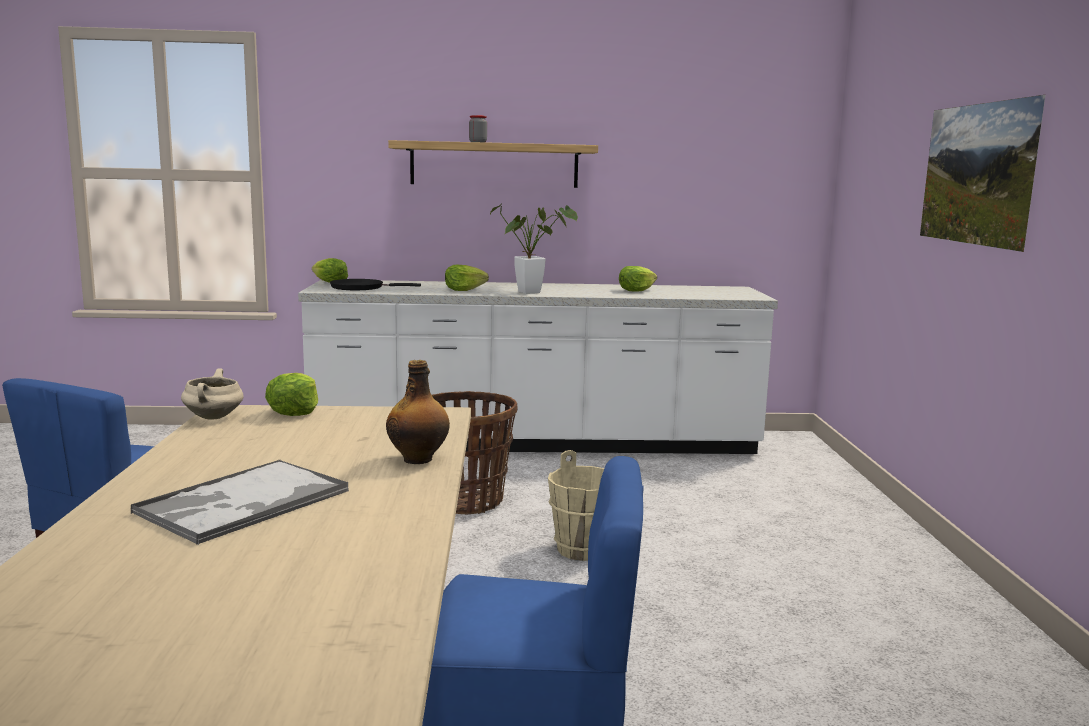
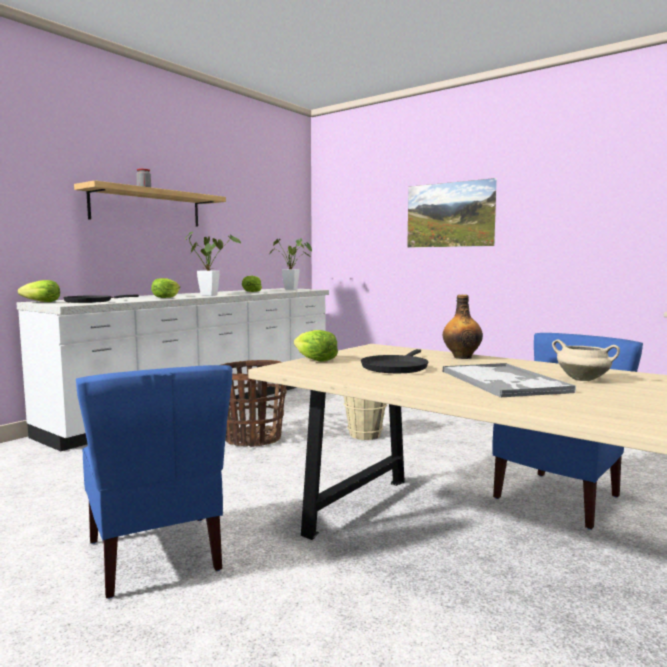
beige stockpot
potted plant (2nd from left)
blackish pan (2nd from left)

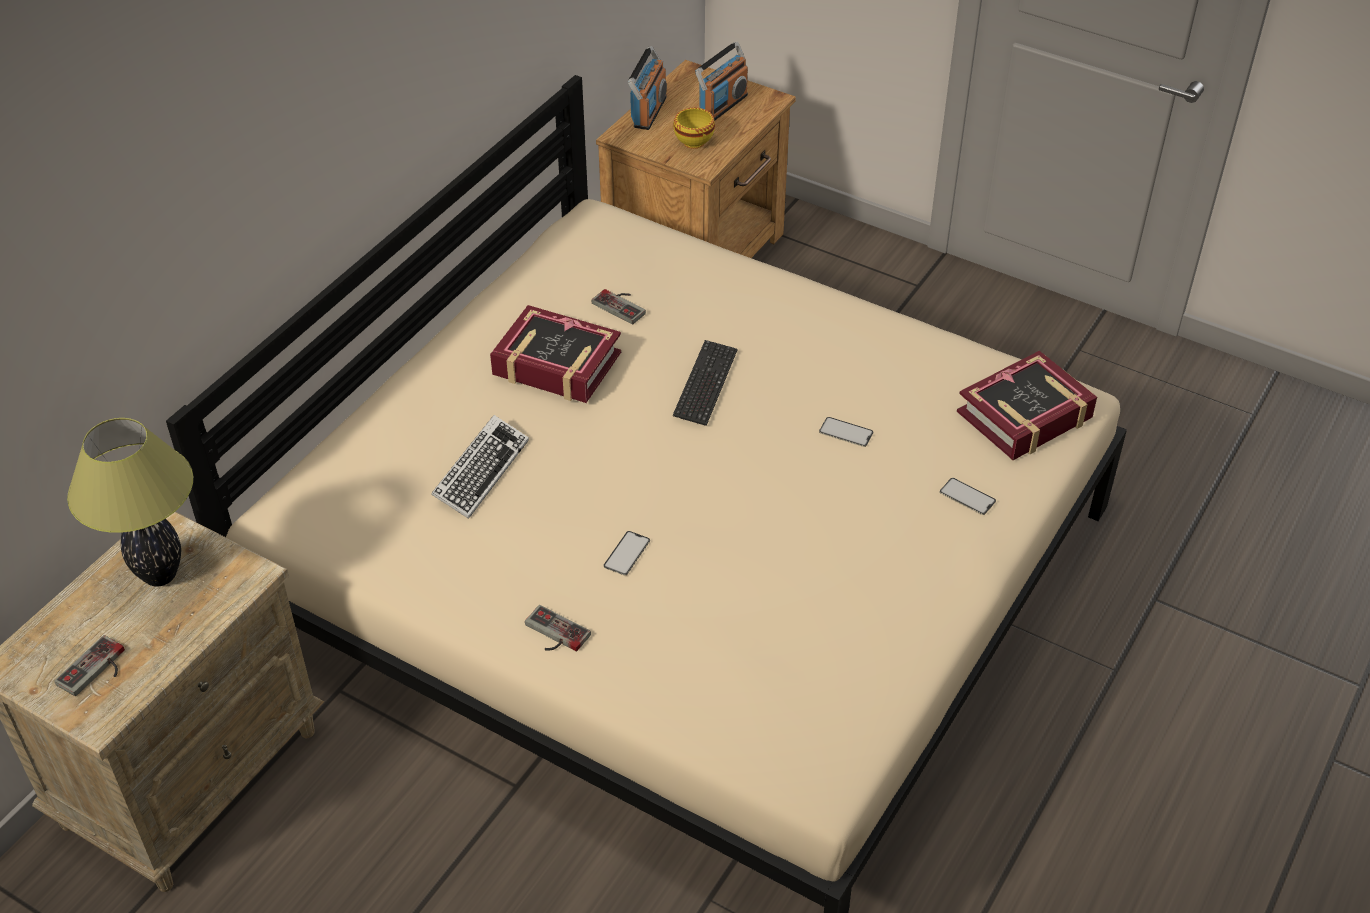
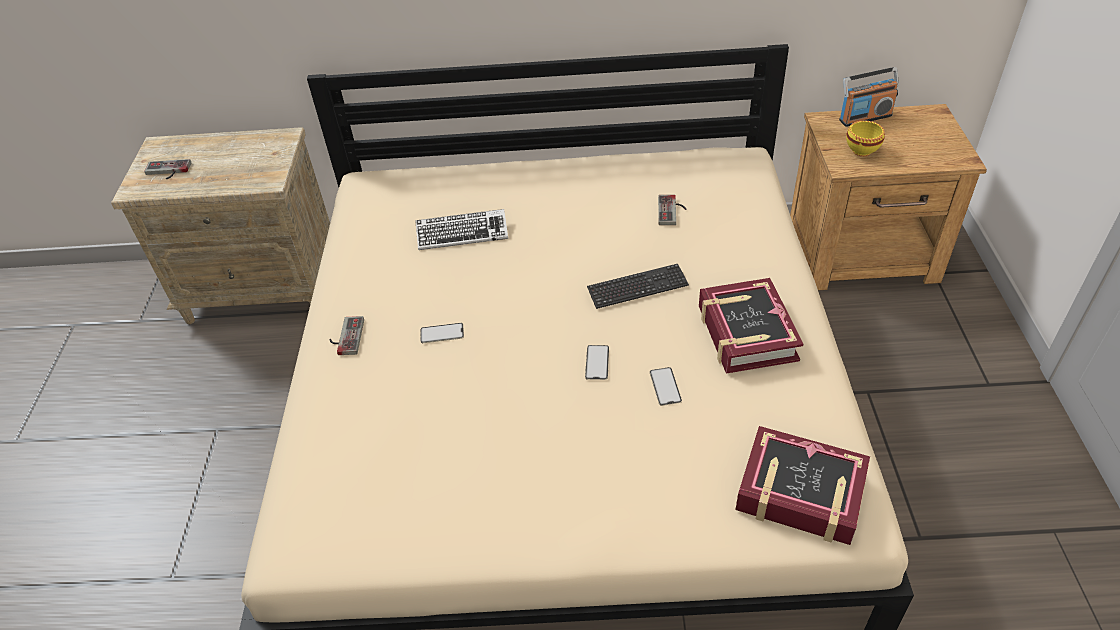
radio (2nd from left in the first image)
bound book (1st from left)
lamp for a table
telephone (2nd from left)

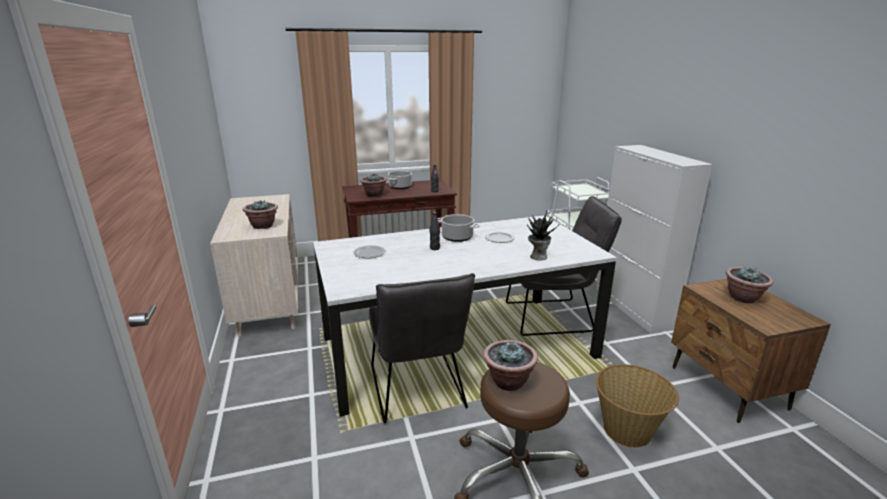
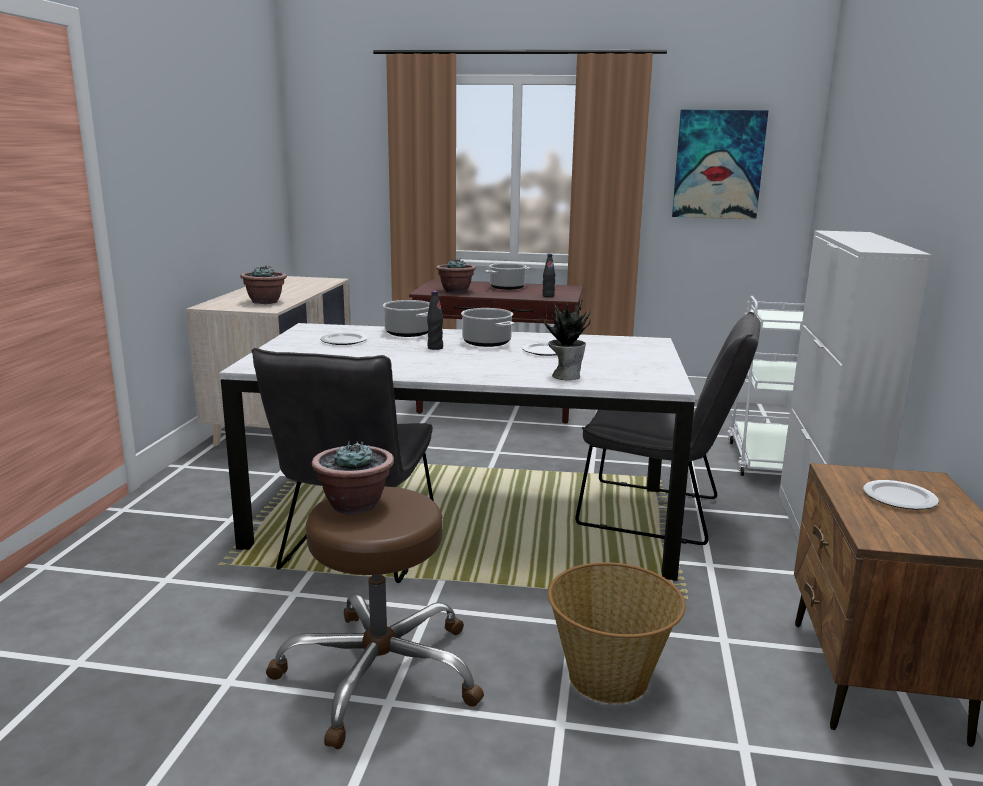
dinner plate (3rd from left)
picture
stockpot (1st from left)

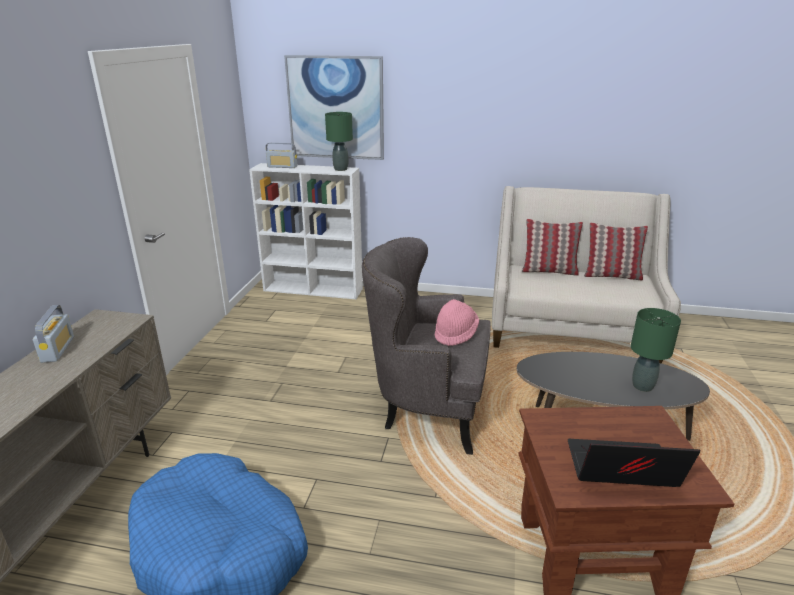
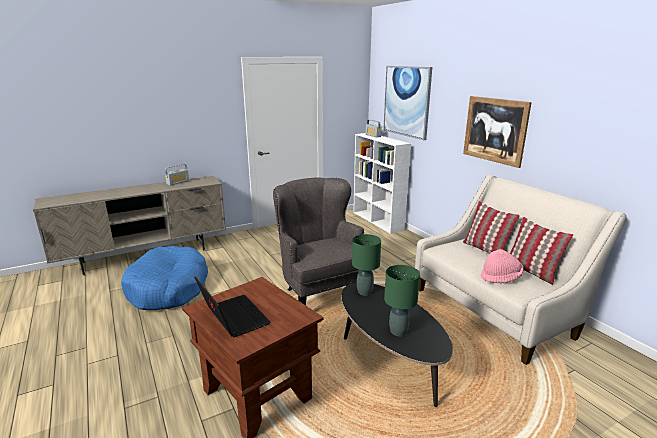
green lamp for a table (1st from left)
pink-coloured clothing hat
picture (2nd from left)

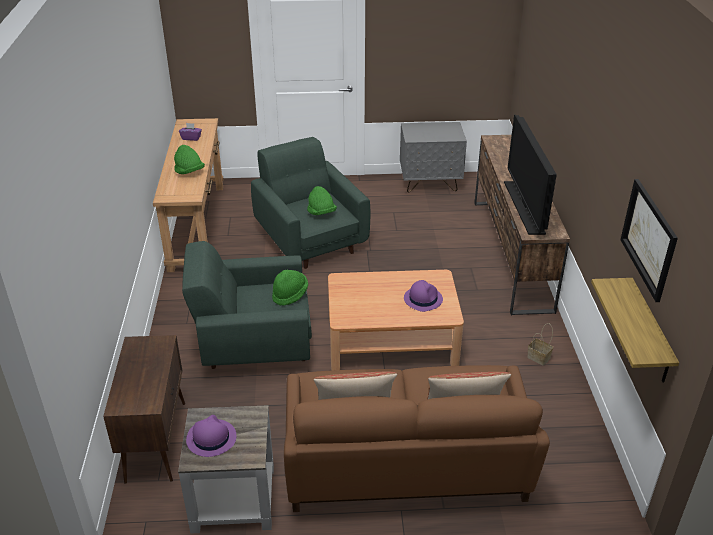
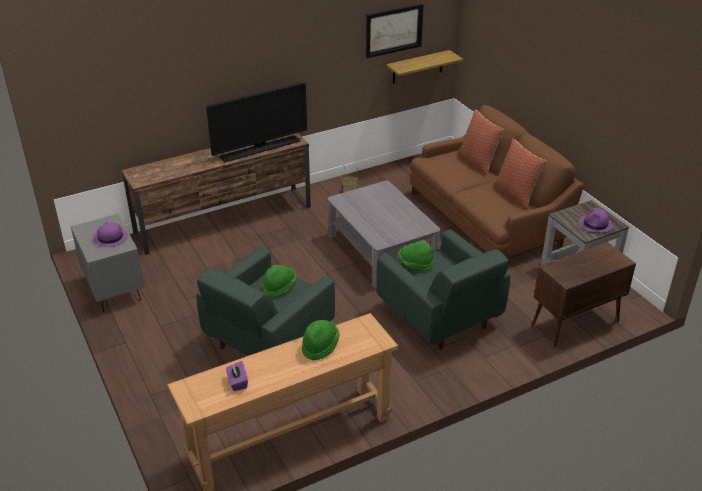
grey lounge table
purple-coloured clothing hat (1st from left)

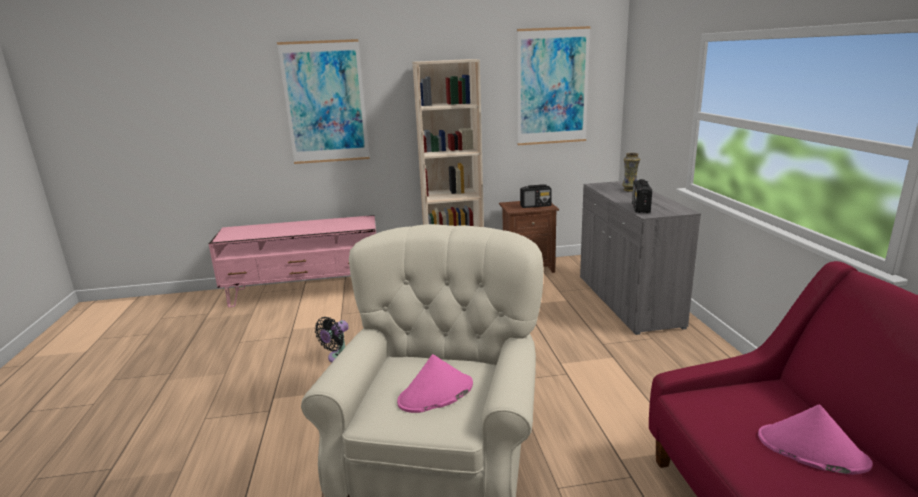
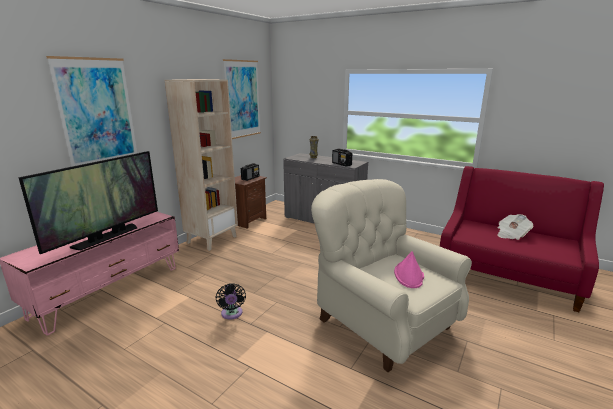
newspaper
TV set

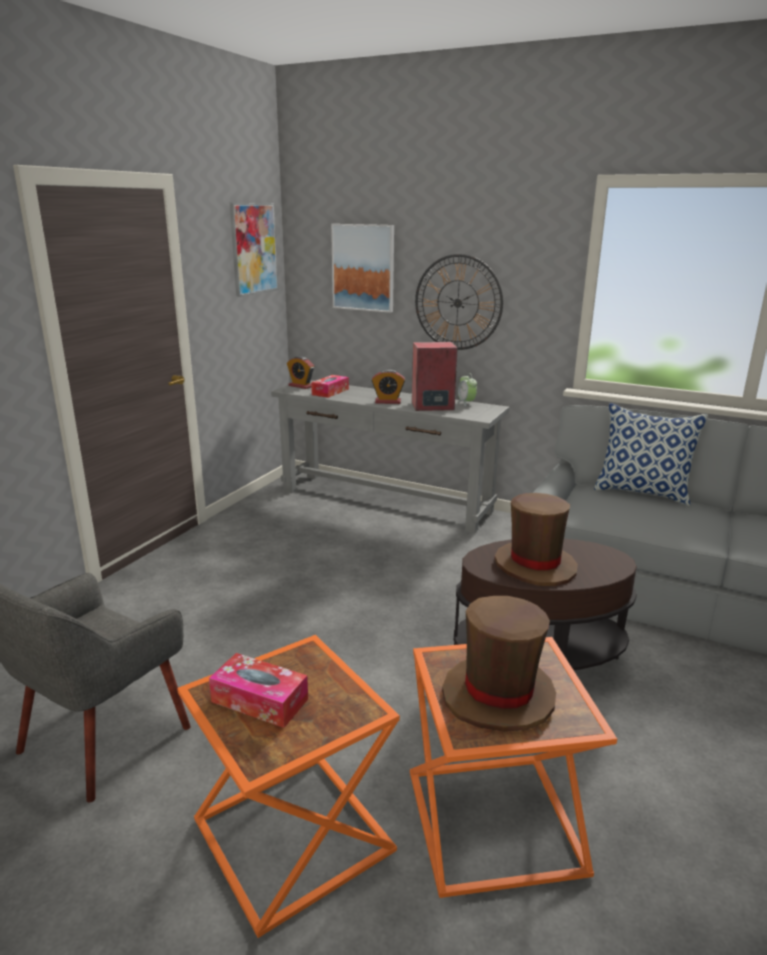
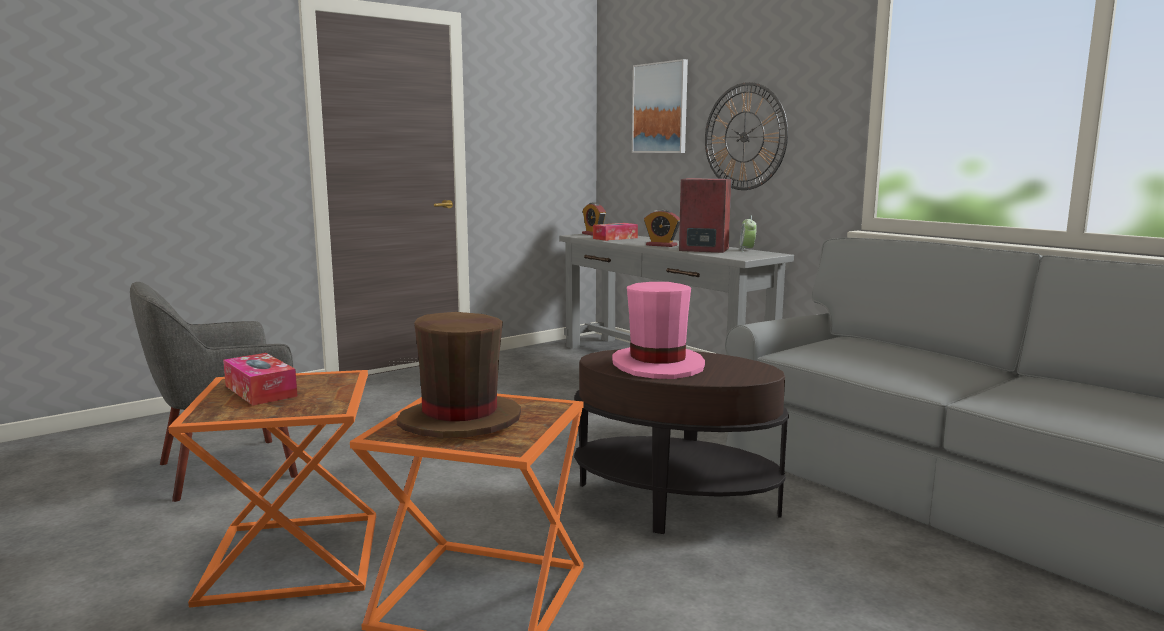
picture (1st from left in the first image)
cushion
pink-coloured clothing hat

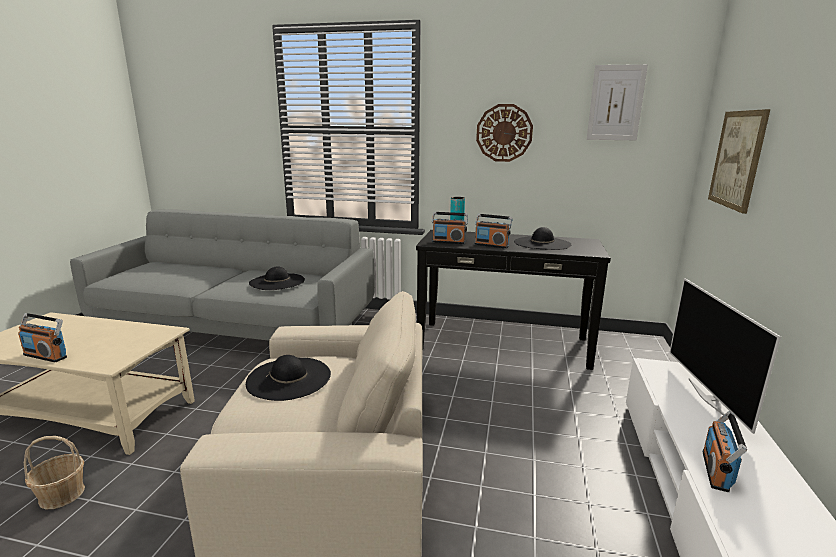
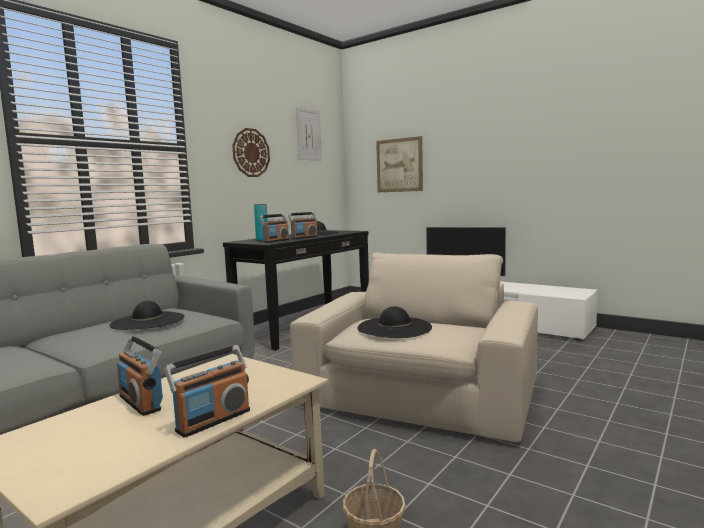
radio (1st from left)

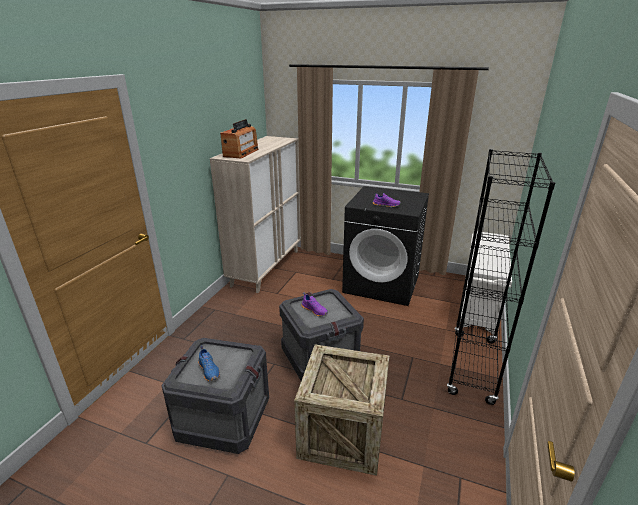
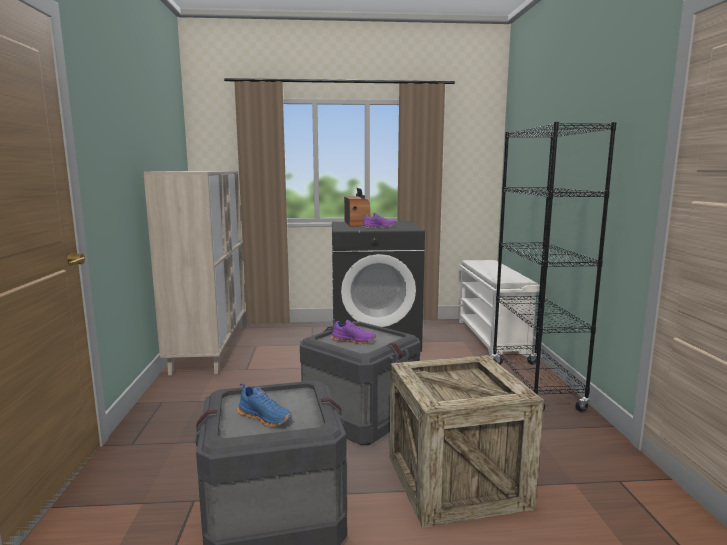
radio

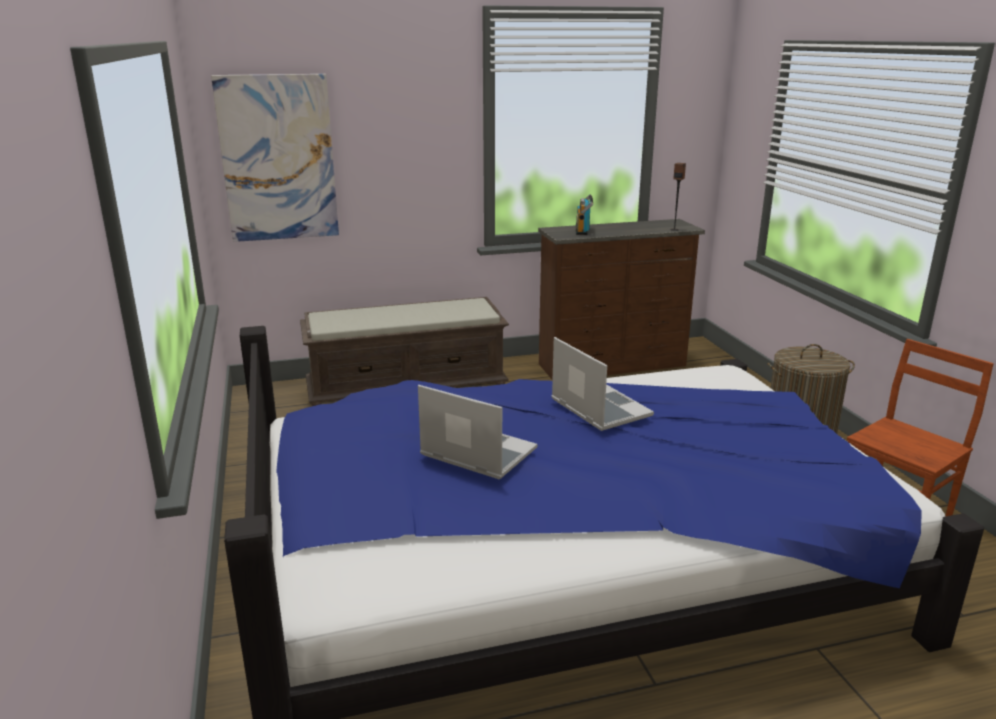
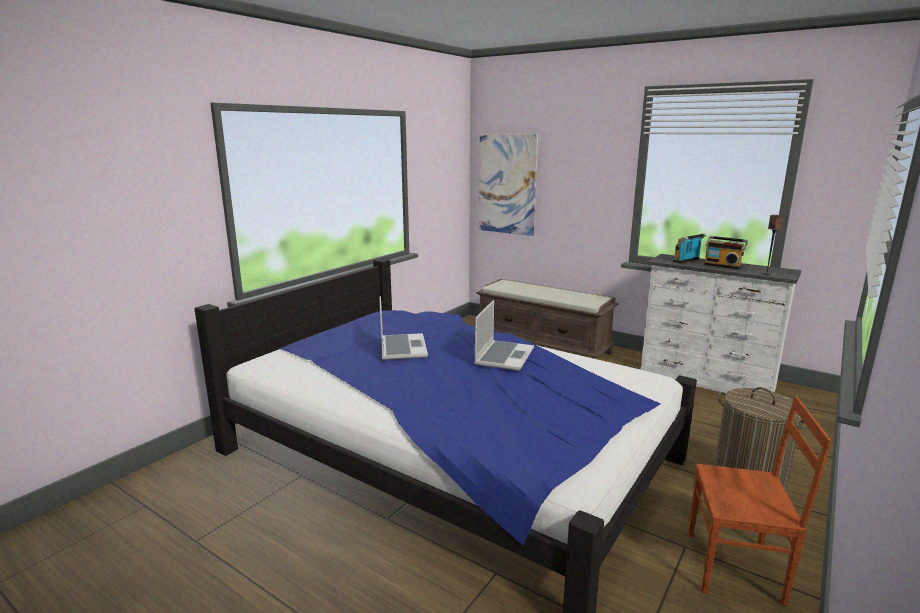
white-coloured chest of drawers
radio (2nd from left)

